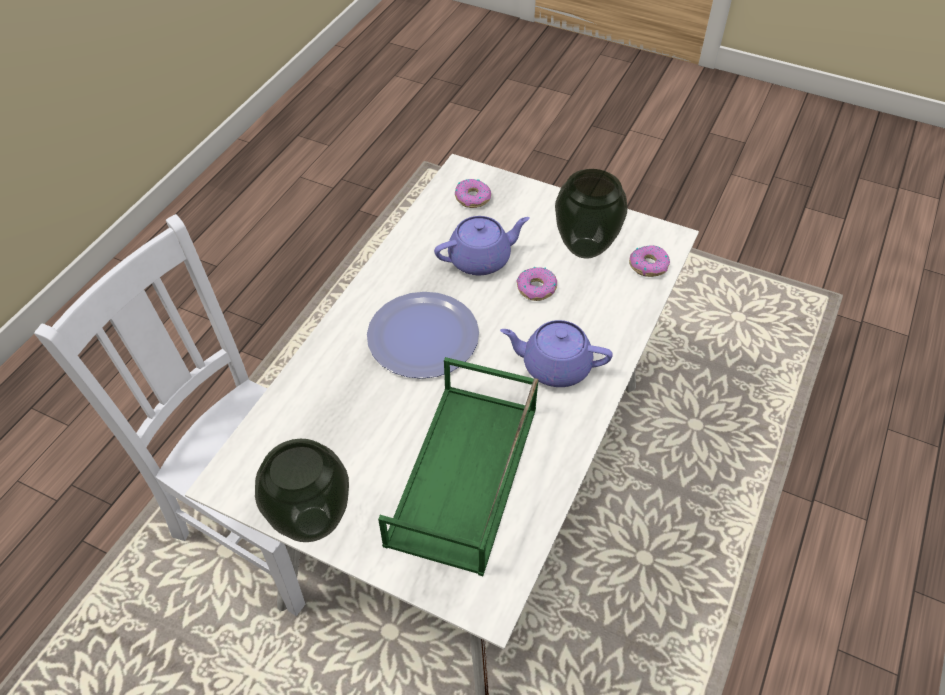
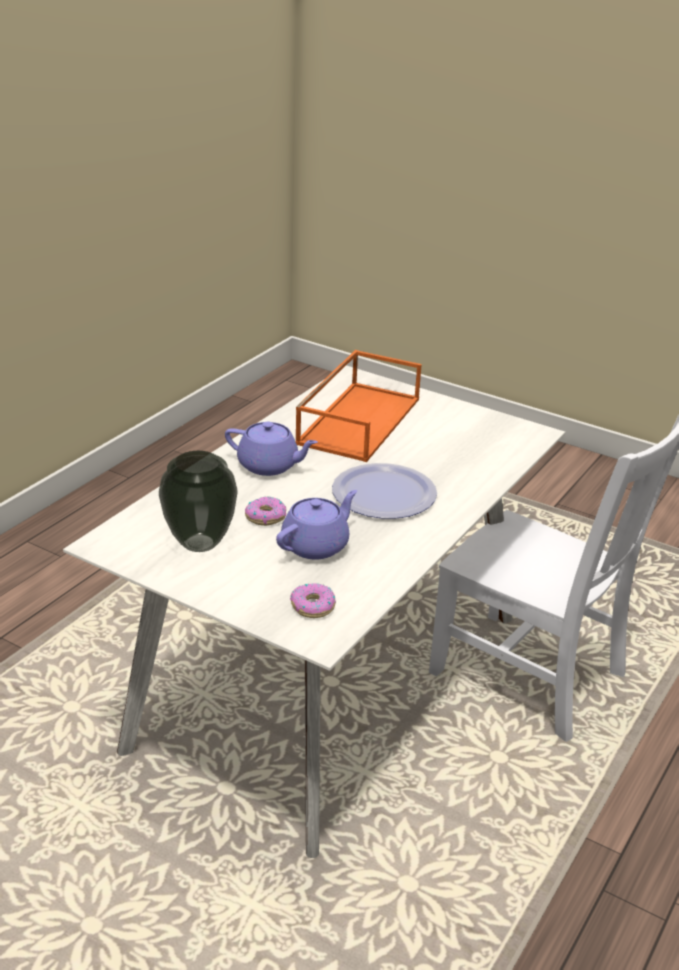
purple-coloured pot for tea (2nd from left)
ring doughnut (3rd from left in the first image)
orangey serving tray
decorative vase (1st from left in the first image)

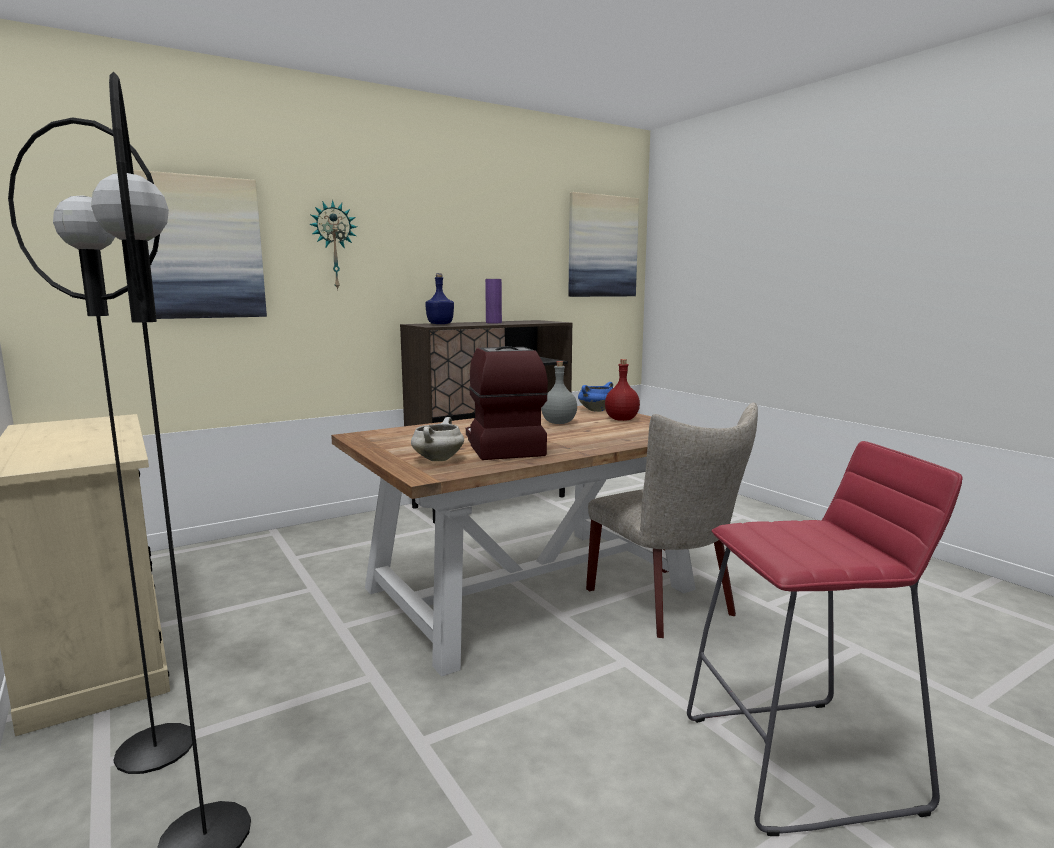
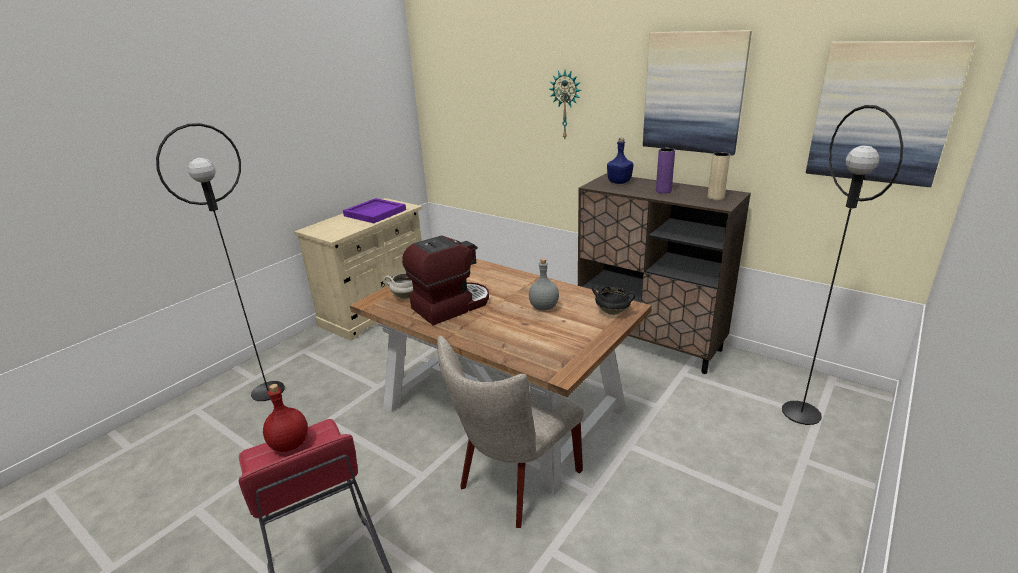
blackish floor lamp (2nd from left)
picture (1st from left)
reddish drink bottle
blackish stockpot
beige decorative vase
purple-coloured serving tray

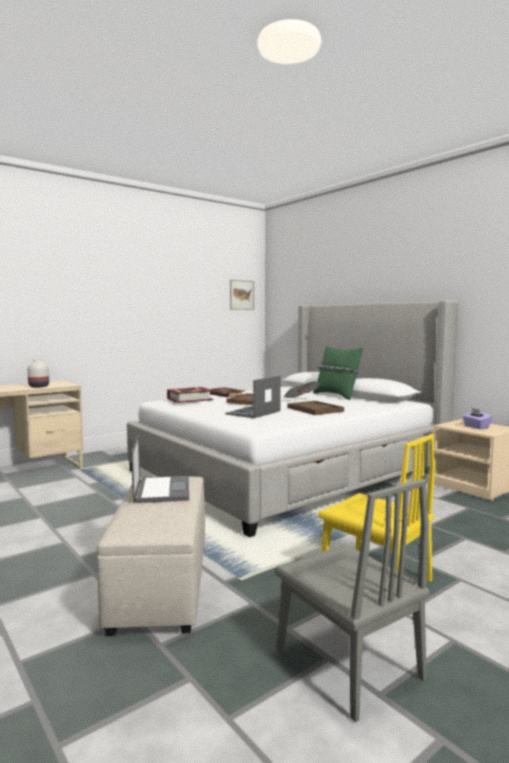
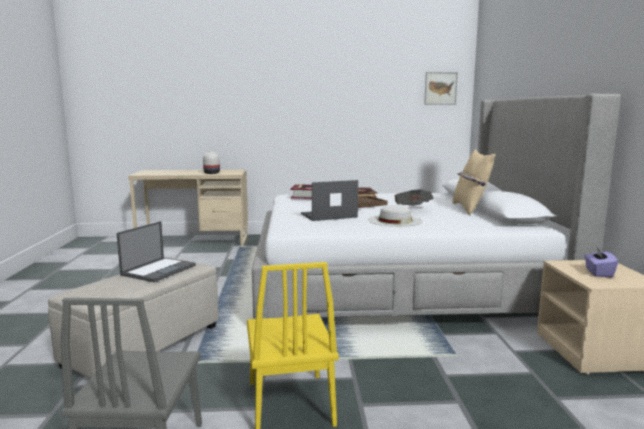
beige cushion
white-coloured clothing hat

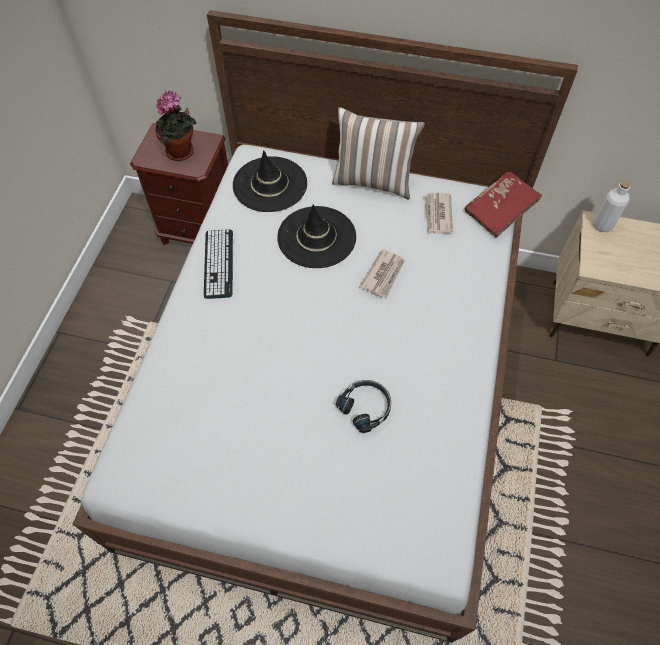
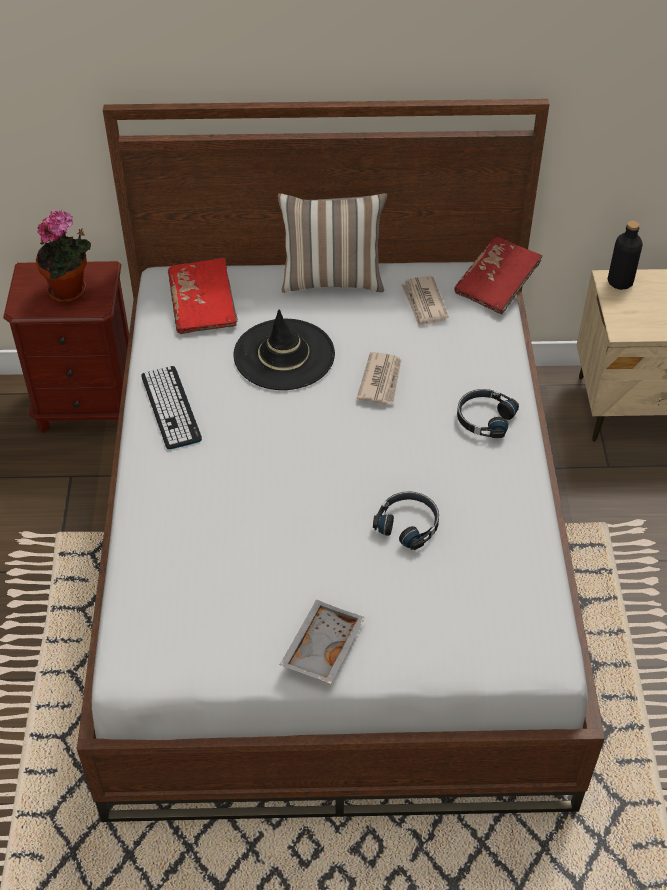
reddish bound book (1st from left)
blackish drink bottle
blackish headset (2nd from left)
grey serving tray

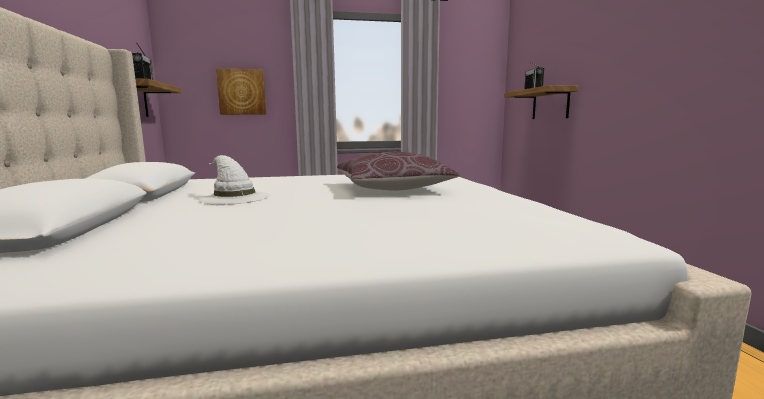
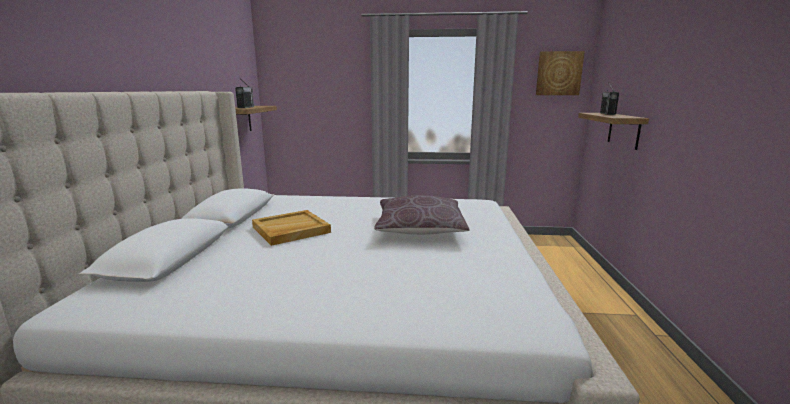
picture
beige serving tray

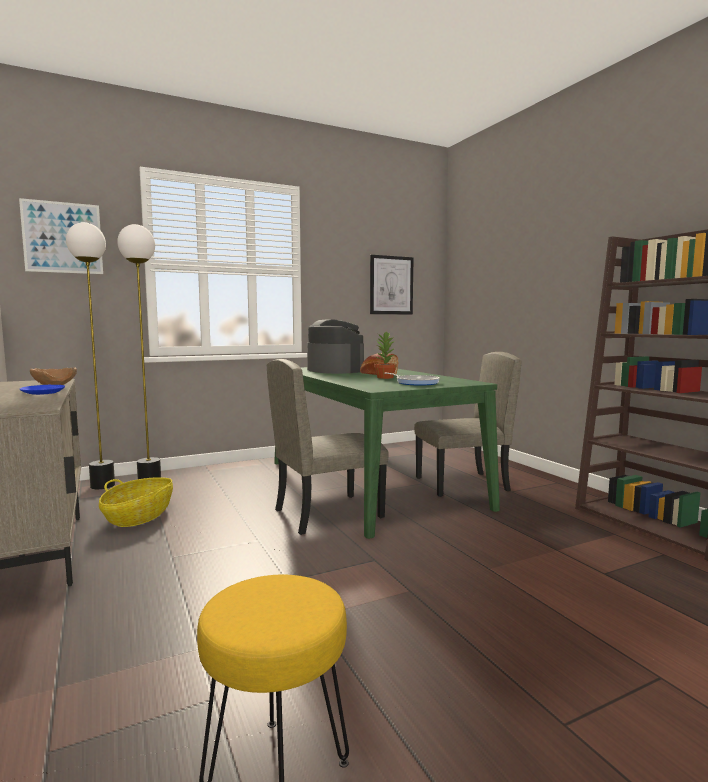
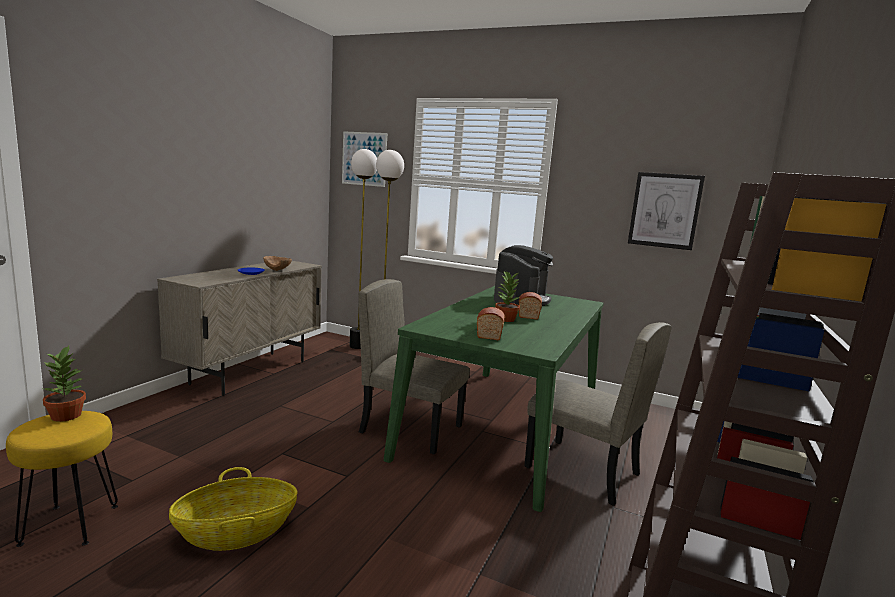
bread (1st from left)
household basket
potted plant (1st from left)

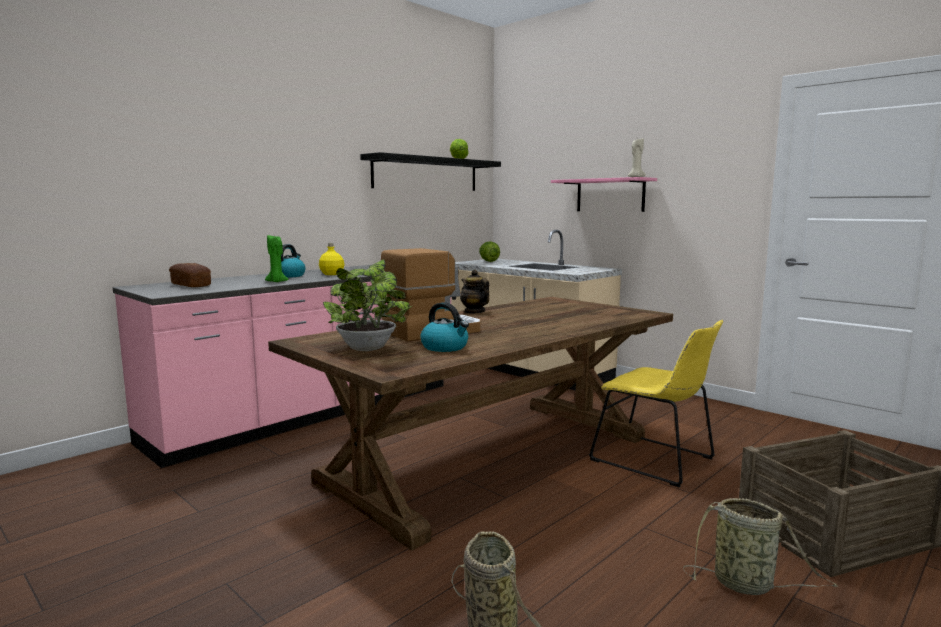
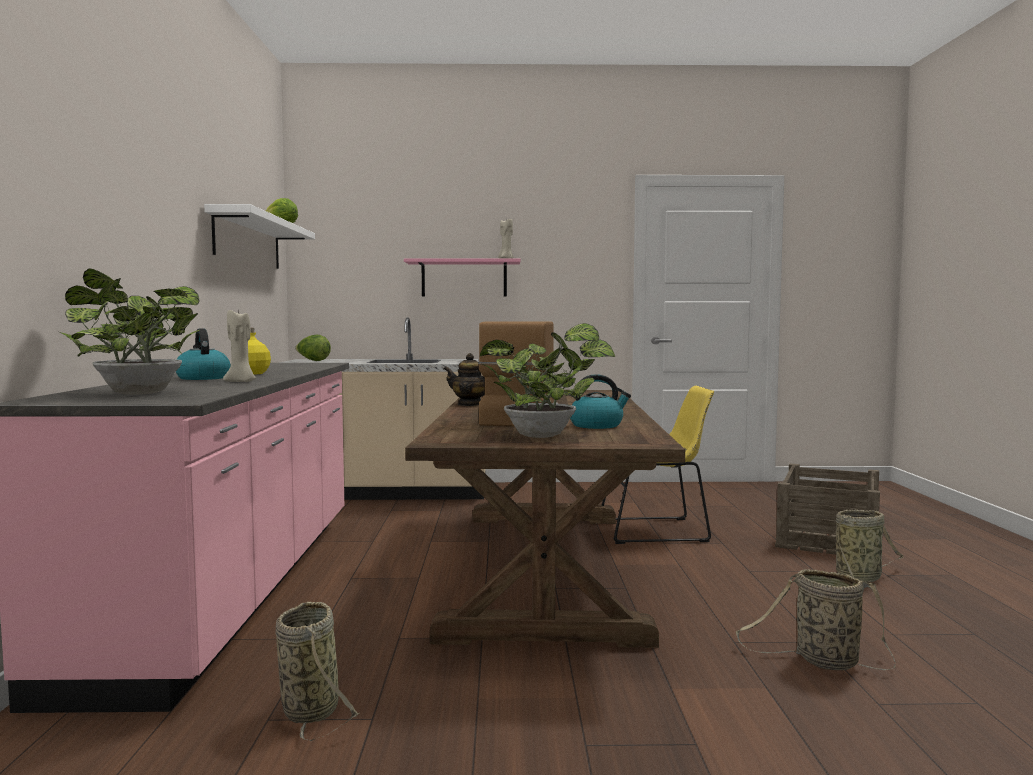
white-coloured wall shelf
beige wax light (1st from left)
potted plant (1st from left)
household basket (1st from left)

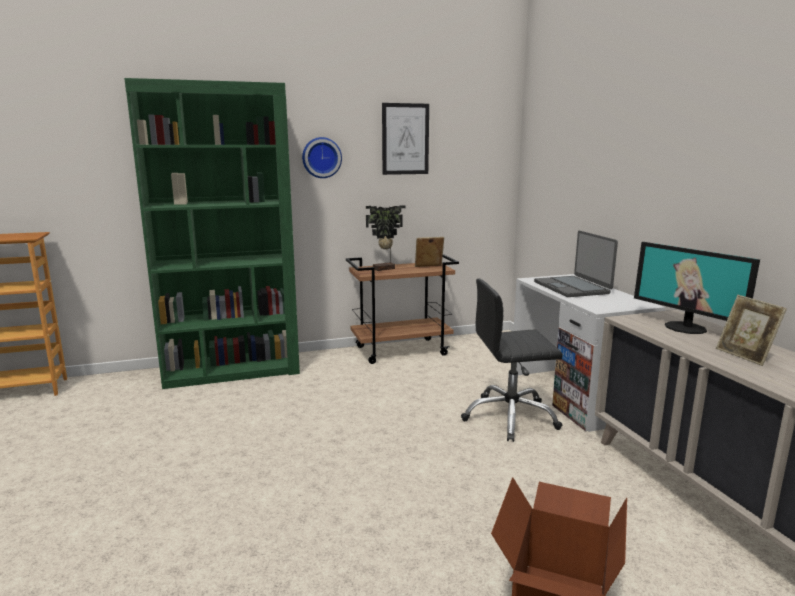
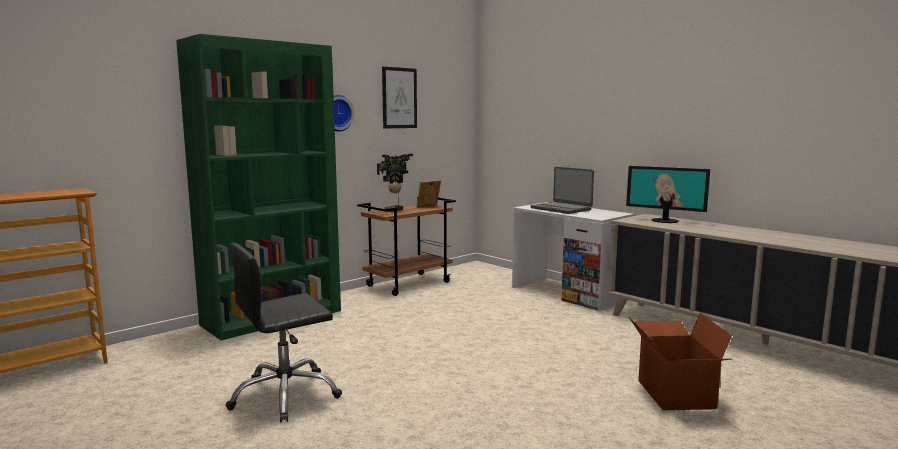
blackish desk chair
picture frame (2nd from left in the first image)

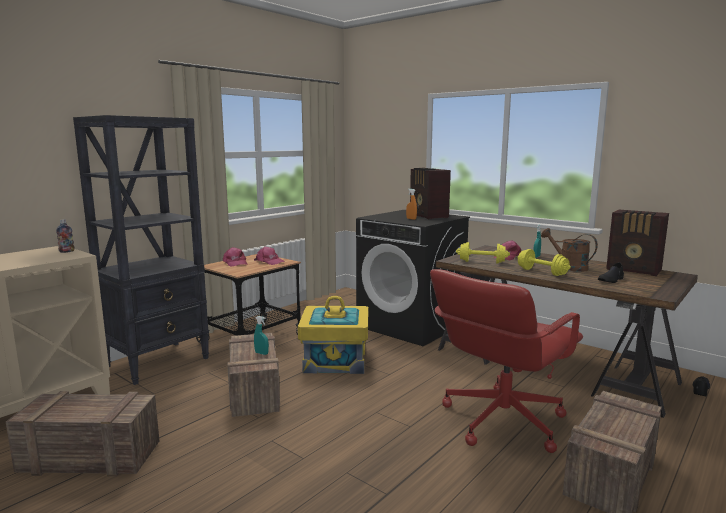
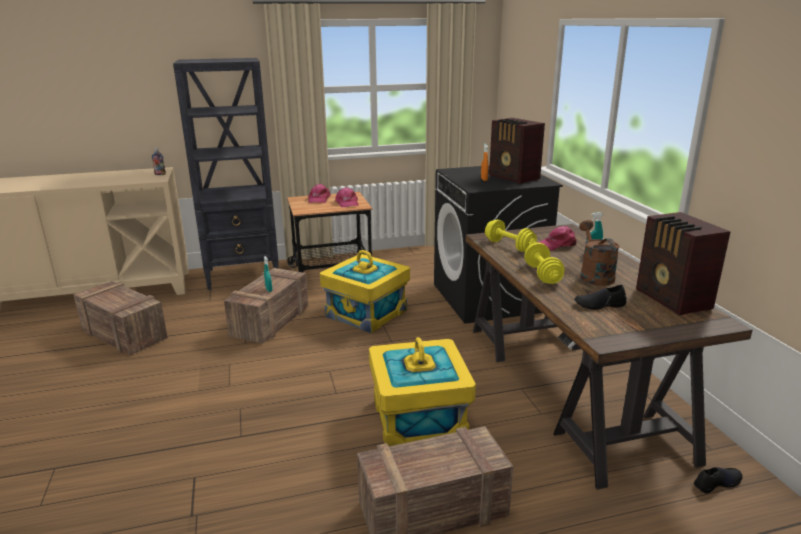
radio (1st from left)
yellowish storage bin (2nd from left)

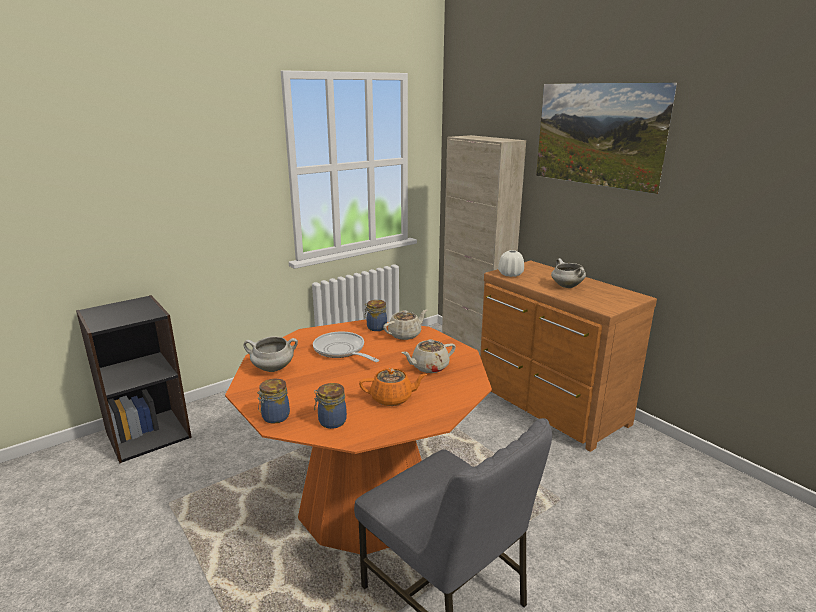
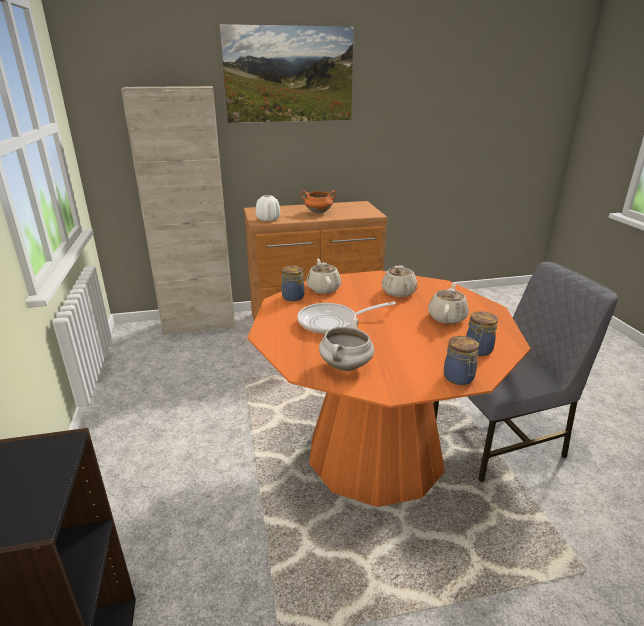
orangey stockpot
beige pot for tea (3rd from left)

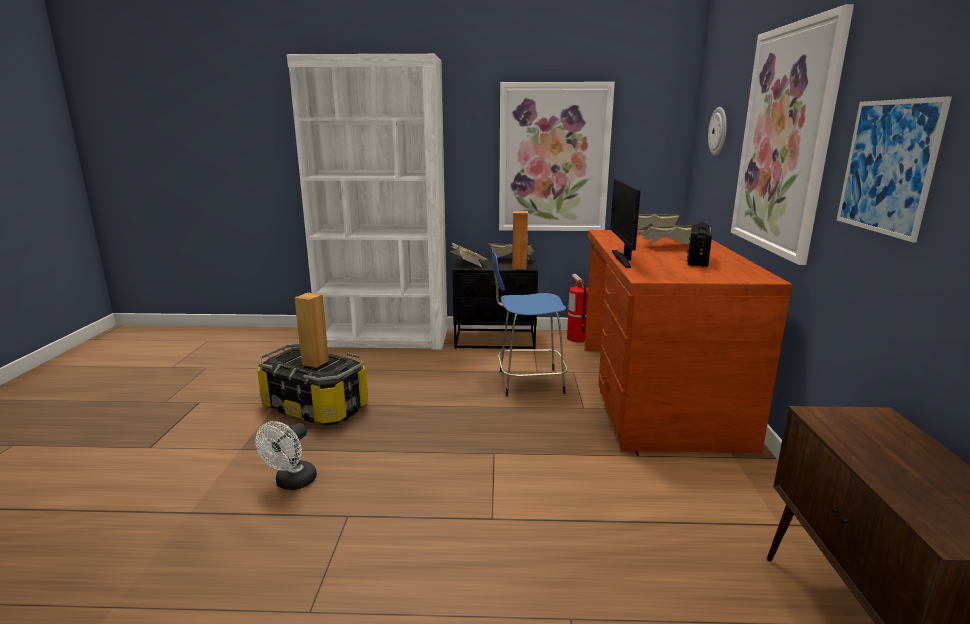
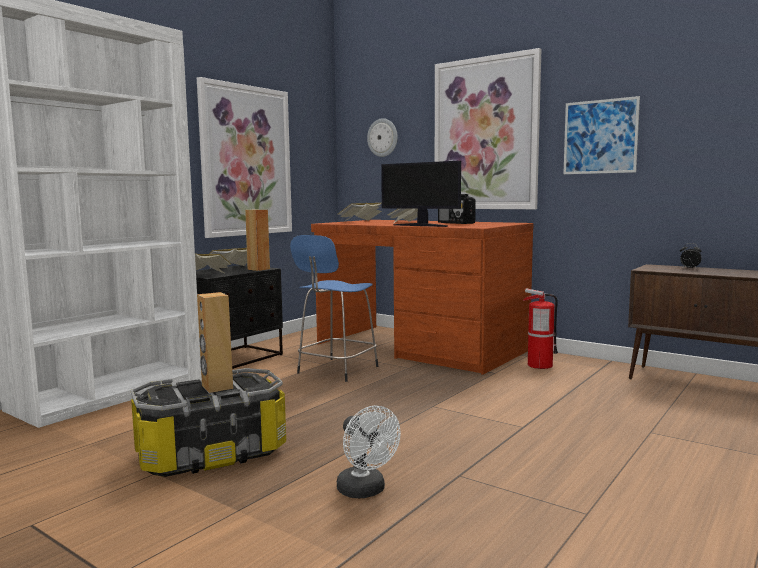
fire extinguisher
alarm clock

